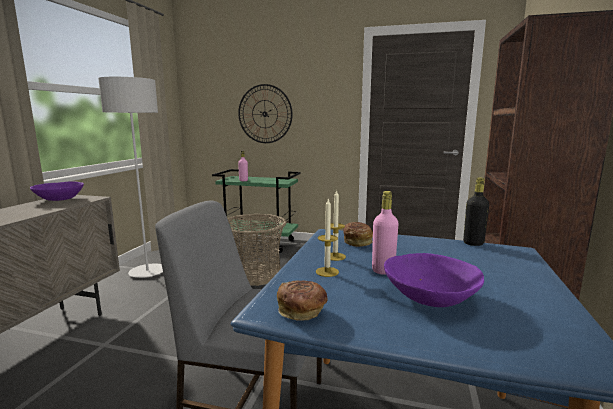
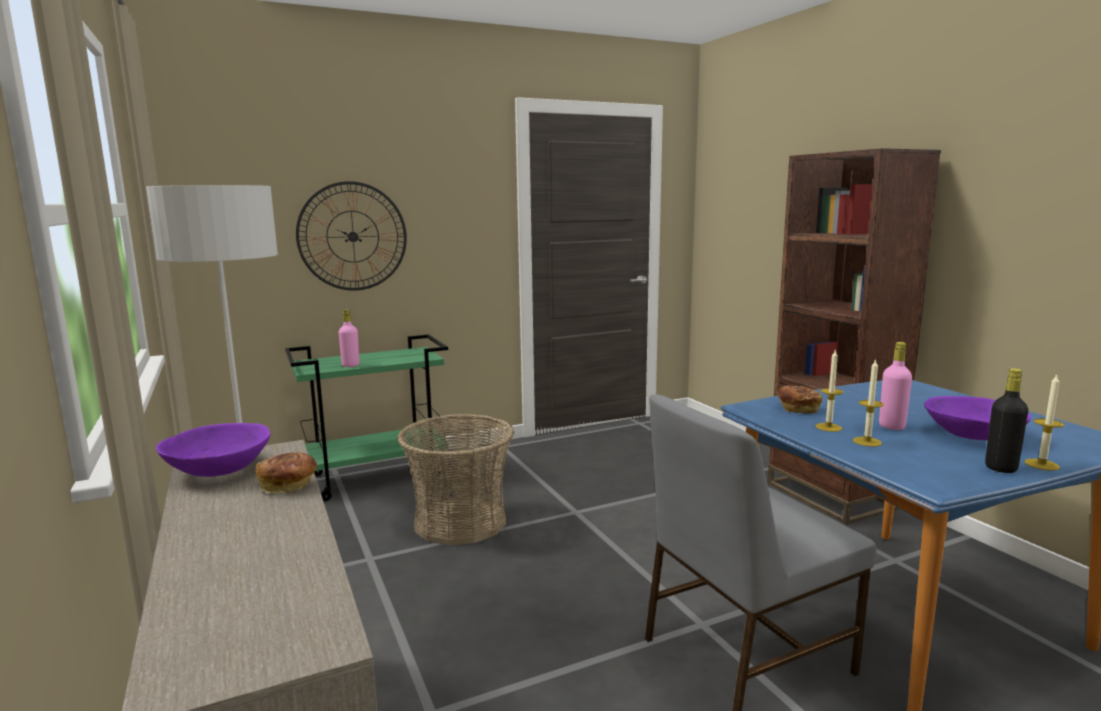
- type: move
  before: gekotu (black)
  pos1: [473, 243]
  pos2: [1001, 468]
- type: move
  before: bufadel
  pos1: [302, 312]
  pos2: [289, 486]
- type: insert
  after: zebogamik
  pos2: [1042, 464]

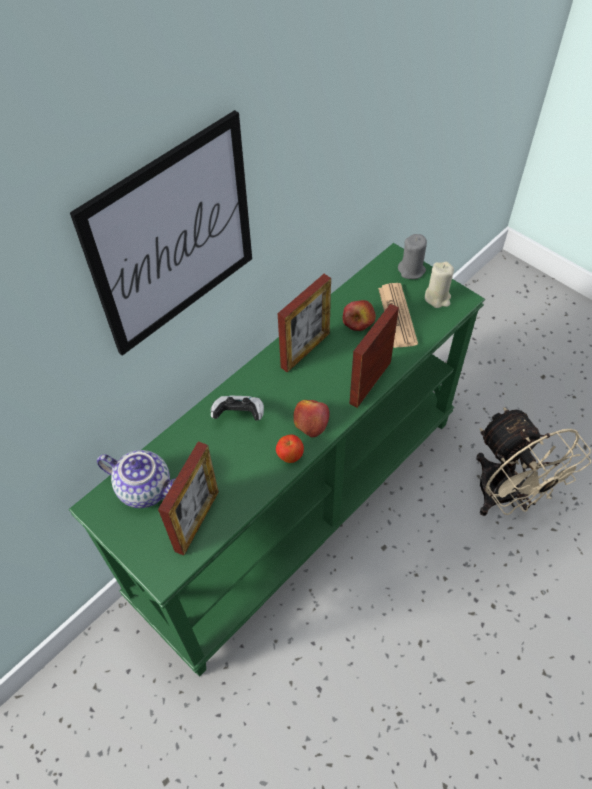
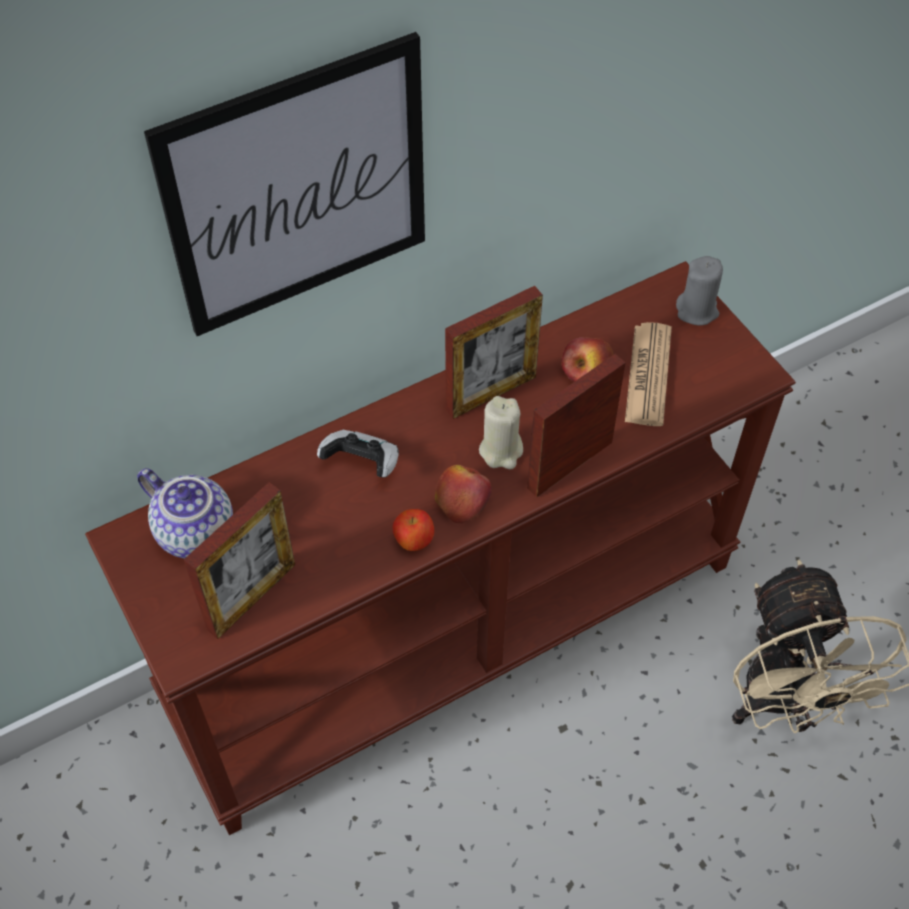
- type: recolor
  before: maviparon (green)
  after: maviparon (brown)
  pos1: [298, 505]
  pos2: [454, 629]
- type: move
  before: zebogamik (beige)
  pos1: [437, 298]
  pos2: [501, 451]

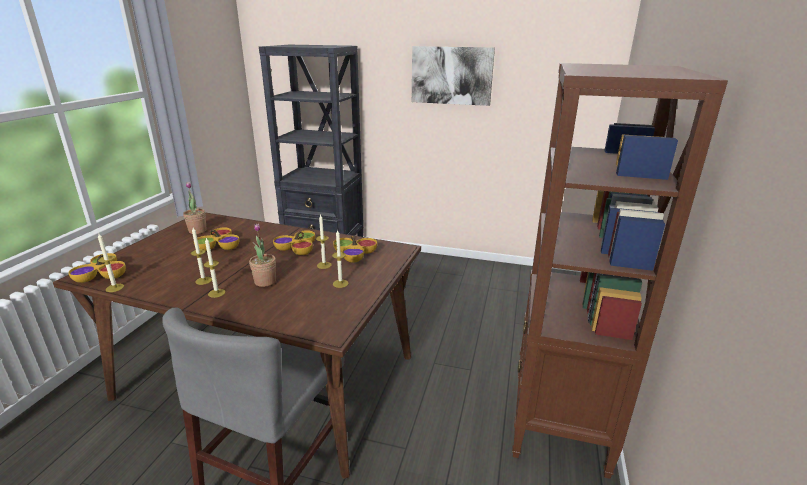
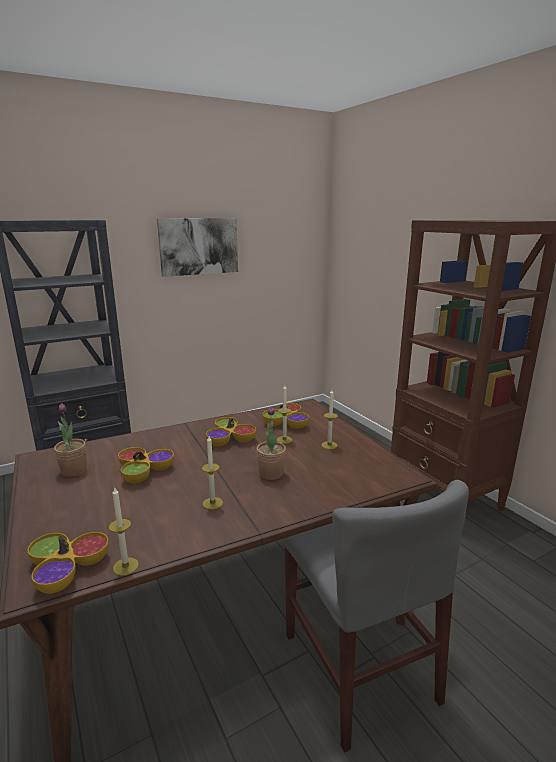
- type: delete
  before: zebogamik
  pos1: [216, 293]

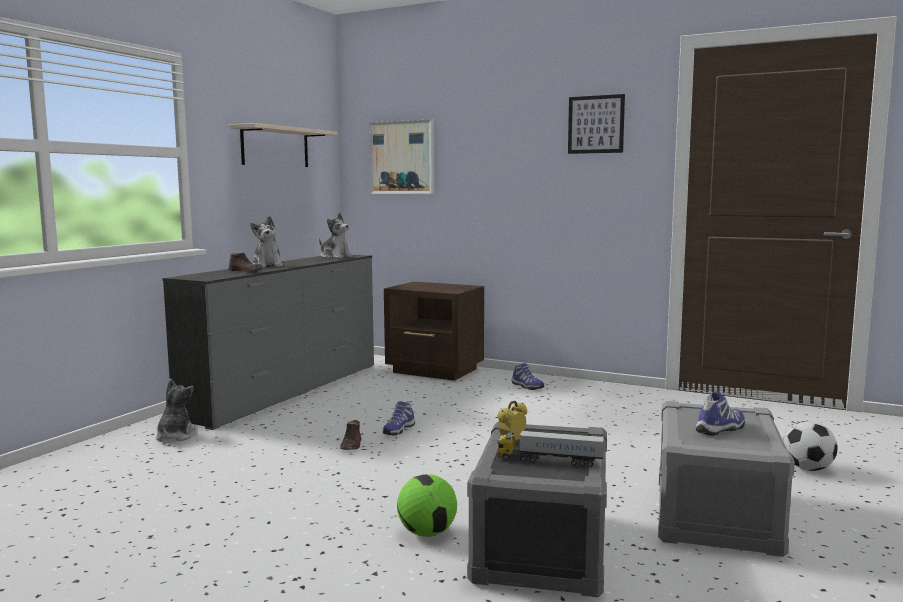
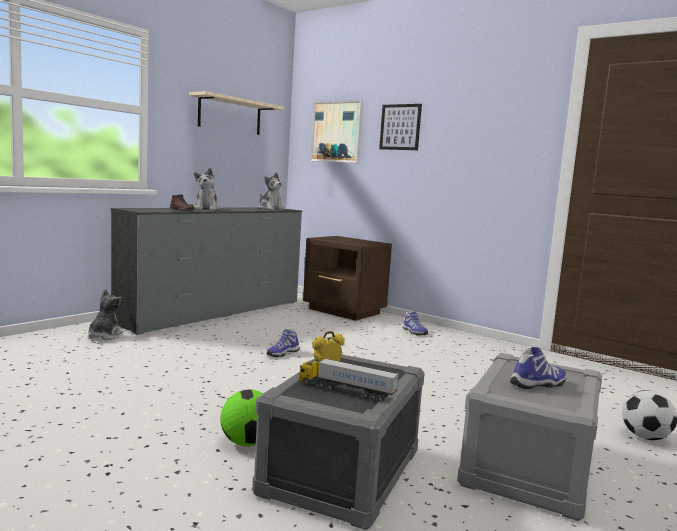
- type: move
  before: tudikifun
  pos1: [596, 124]
  pos2: [400, 127]
- type: delete
  before: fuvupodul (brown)
  pos1: [351, 445]

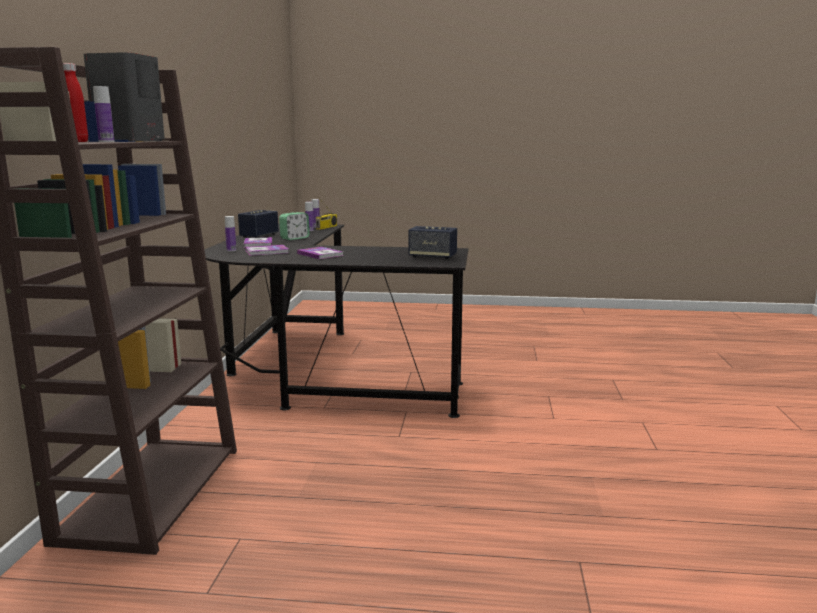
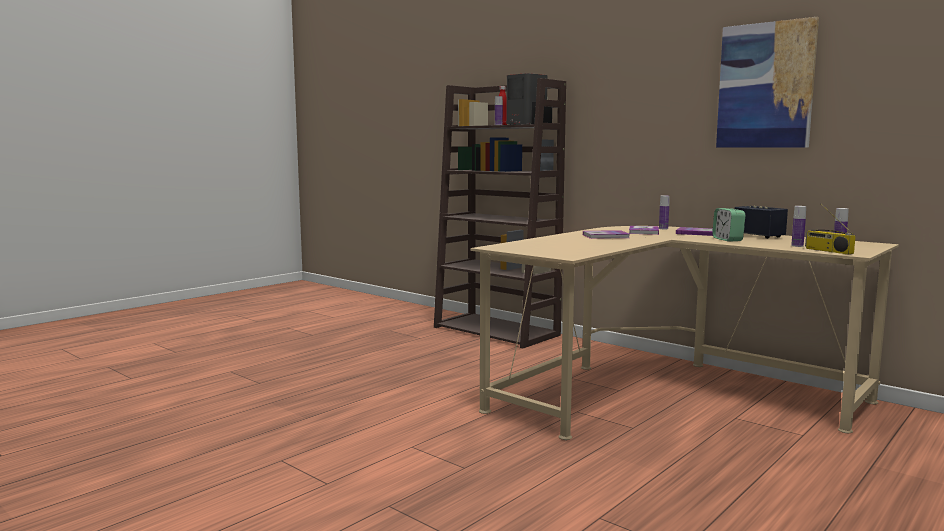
- type: recolor
  before: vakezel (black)
  after: vakezel (beige)
  pos1: [319, 374]
  pos2: [665, 391]
- type: delete
  before: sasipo
  pos1: [432, 257]
- type: insert
  after: tudikifun
  pos2: [765, 85]

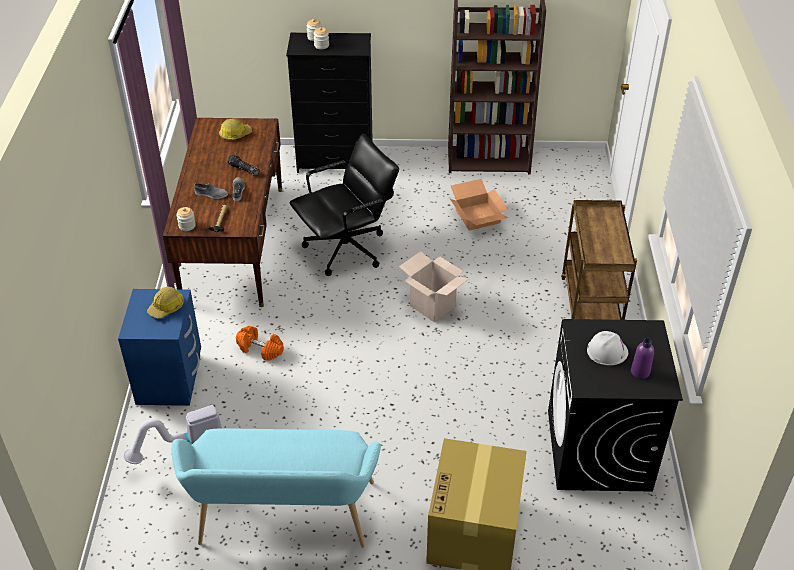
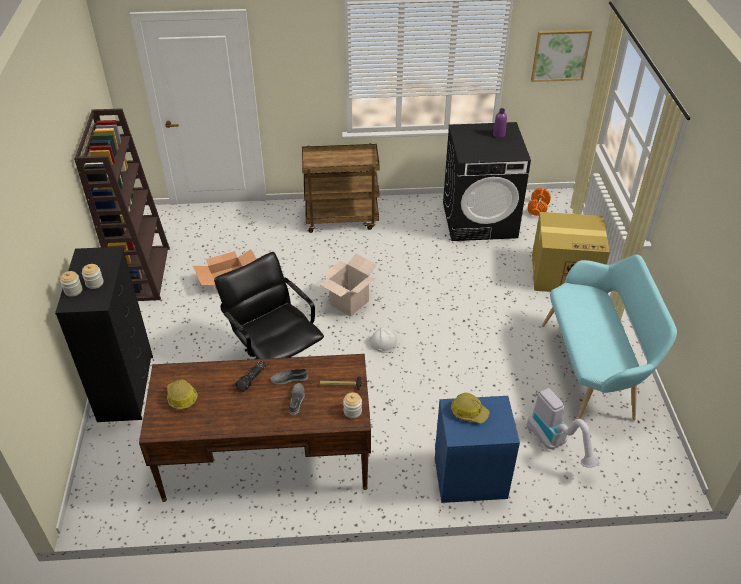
- type: move
  before: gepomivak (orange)
  pos1: [260, 349]
  pos2: [538, 208]
- type: move
  before: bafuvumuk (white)
  pos1: [607, 351]
  pos2: [383, 342]
- type: insert
  after: tudikifun
  pos2: [560, 55]

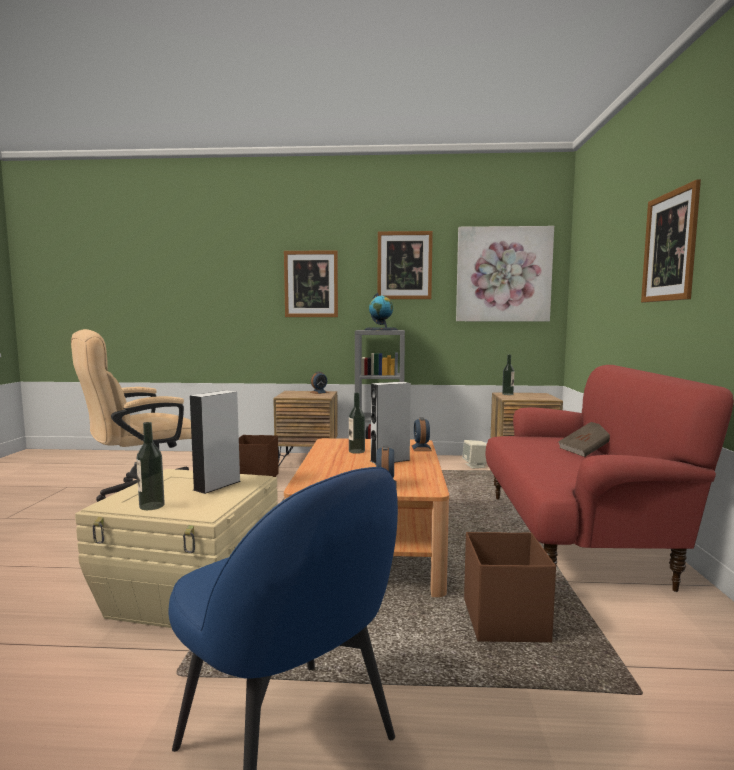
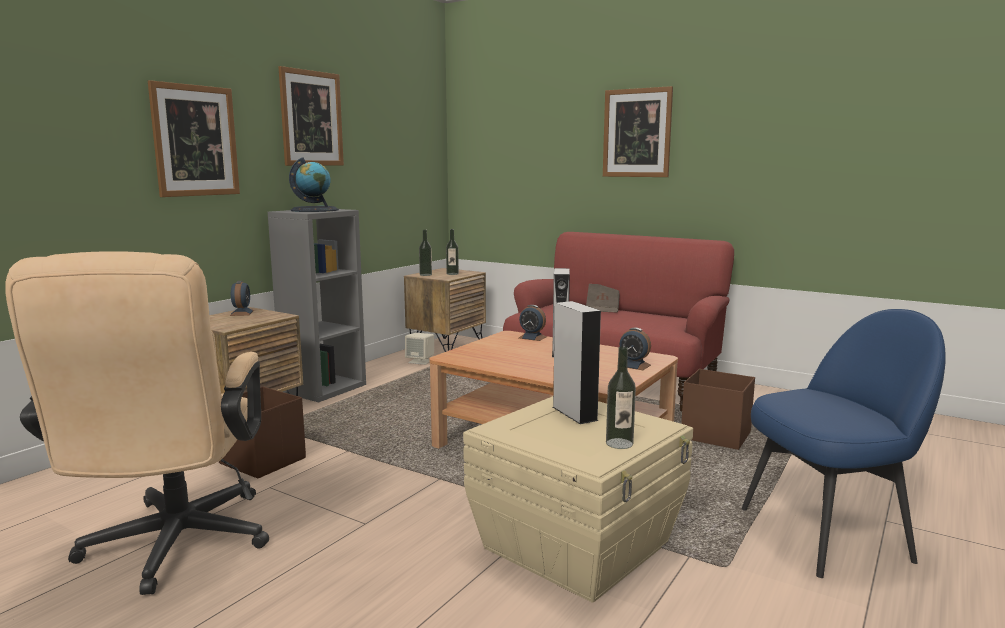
- type: delete
  before: tudikifun
  pos1: [503, 274]
- type: move
  before: gekotu
  pos1: [356, 451]
  pos2: [452, 274]

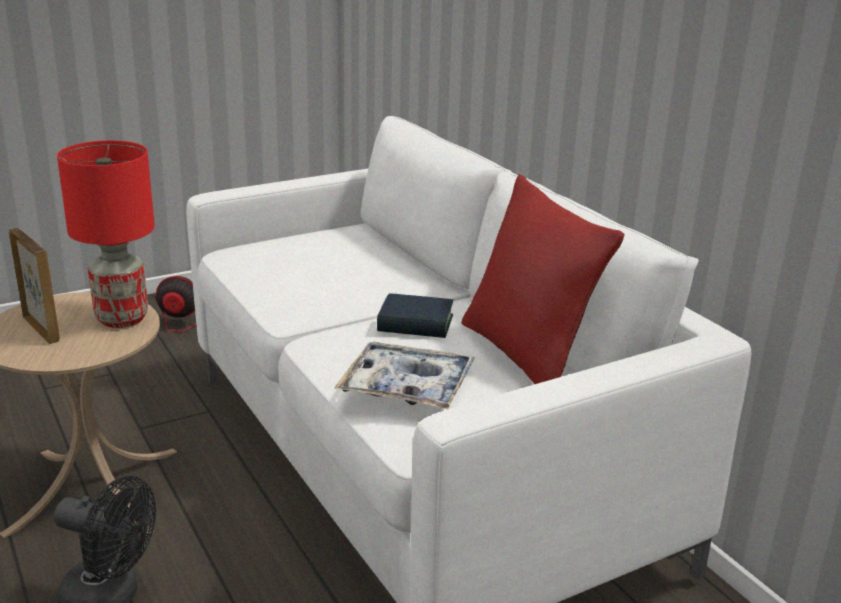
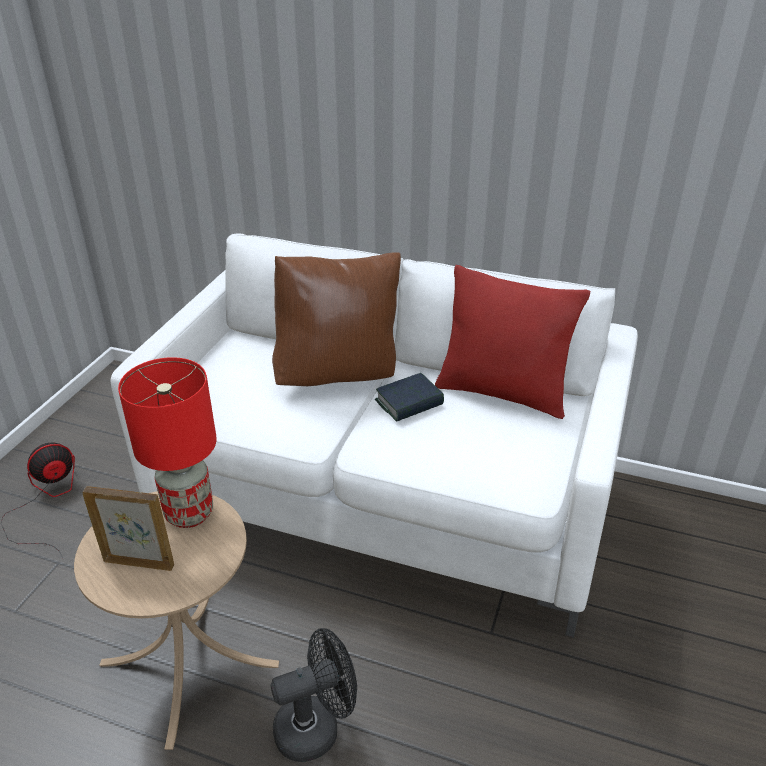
- type: delete
  before: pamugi
  pos1: [407, 387]
- type: insert
  after: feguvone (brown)
  pos2: [339, 374]

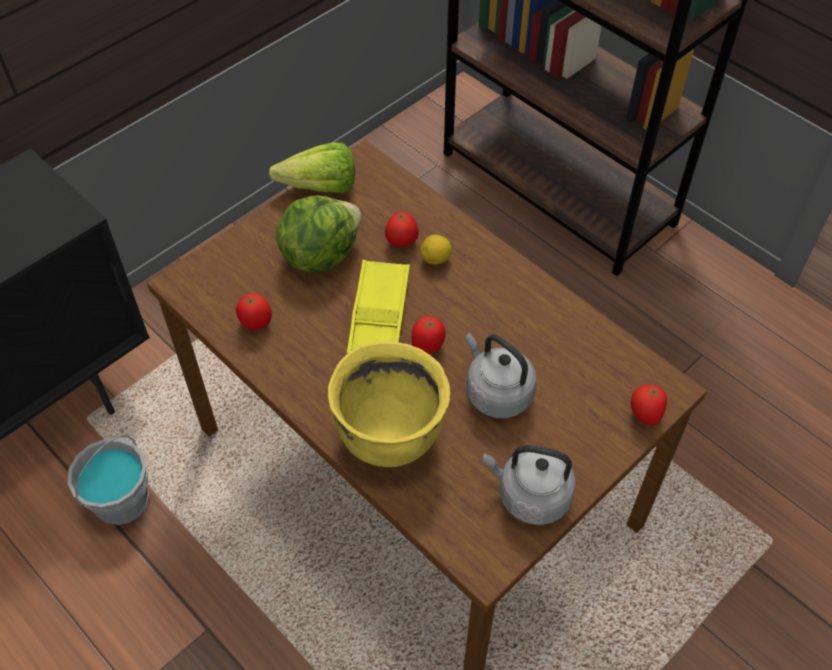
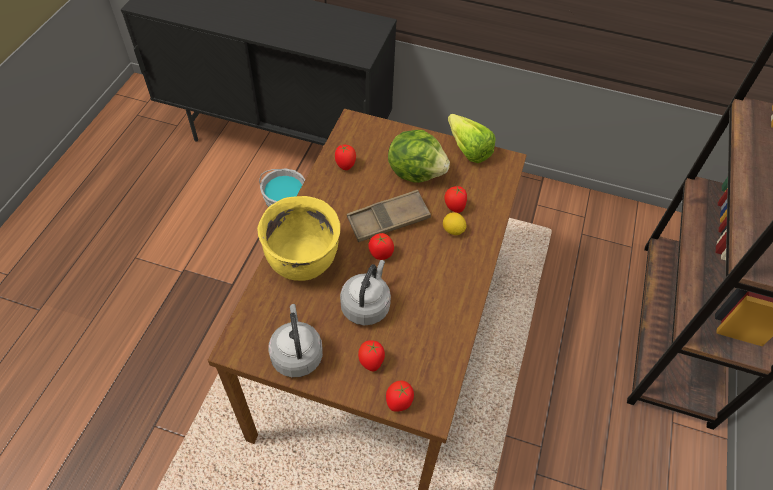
- type: recolor
  before: pamugi (yellow)
  after: pamugi (brown)
  pos1: [379, 316]
  pos2: [388, 220]
- type: insert
  after: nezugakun
  pos2: [371, 362]

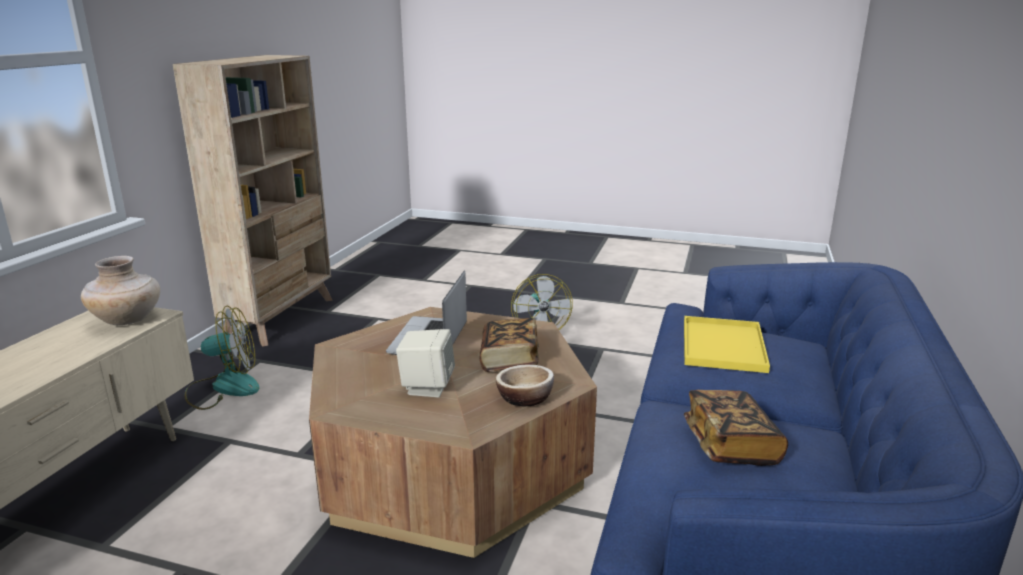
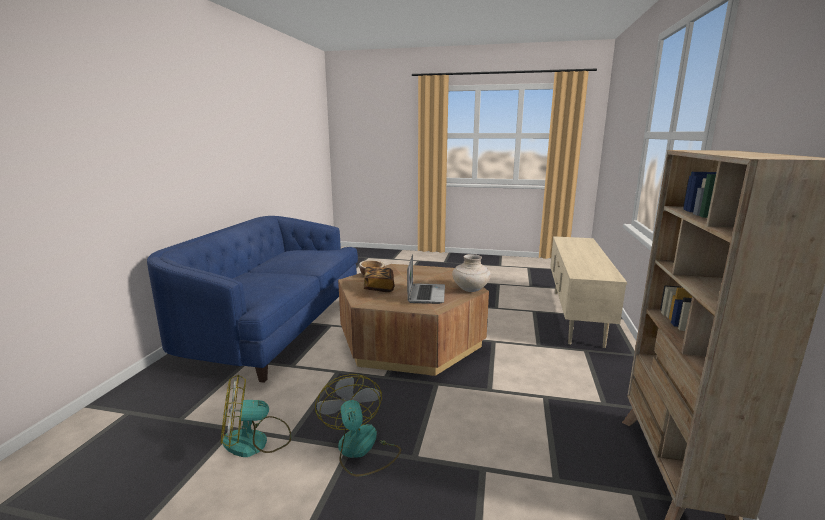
- type: move
  before: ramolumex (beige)
  pos1: [127, 320]
  pos2: [470, 289]
- type: move
  before: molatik
  pos1: [224, 387]
  pos2: [256, 441]
- type: delete
  before: pamugi (yellow)
  pos1: [721, 344]
- type: delete
  before: sasipo (beige)
  pos1: [427, 387]
- type: delete
  before: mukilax
  pos1: [730, 445]

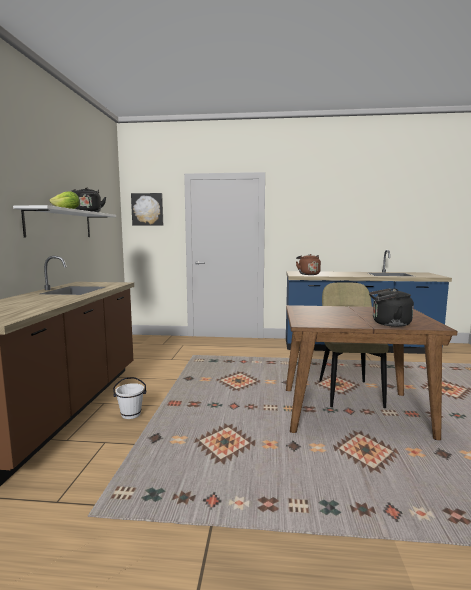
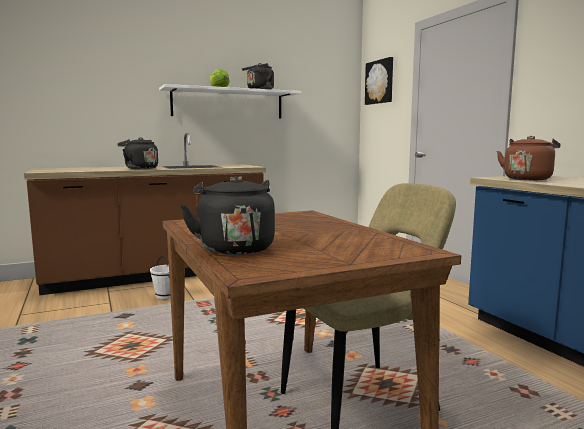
- type: insert
  after: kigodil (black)
  pos2: [139, 168]

